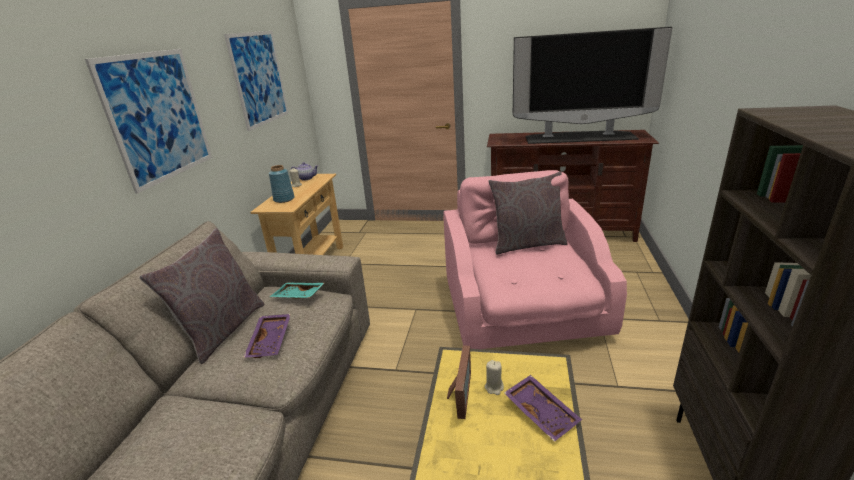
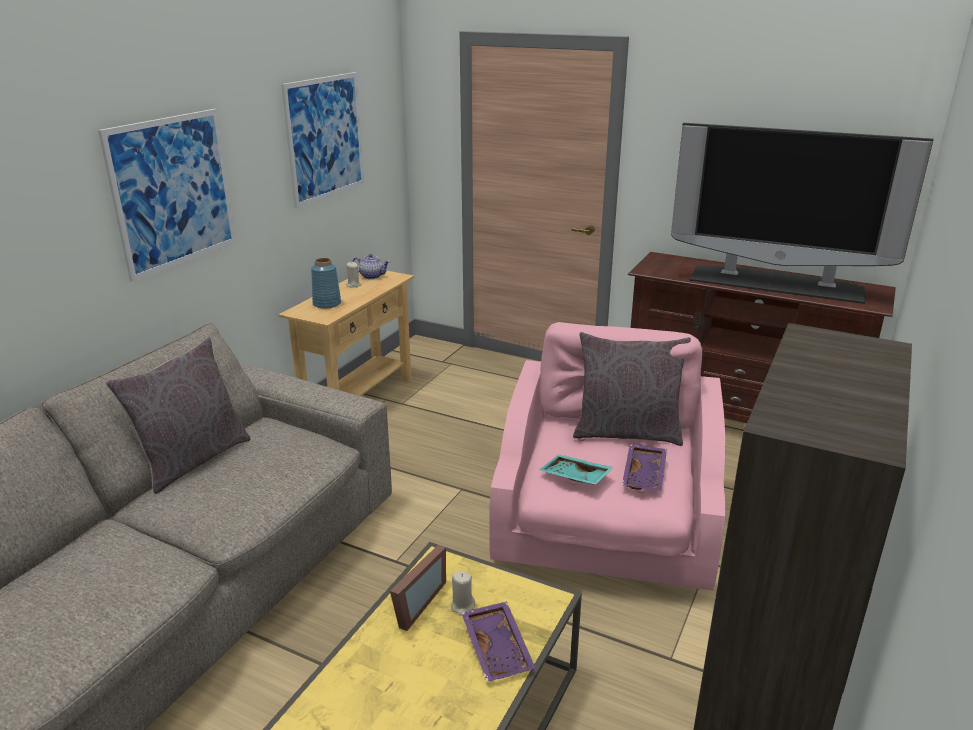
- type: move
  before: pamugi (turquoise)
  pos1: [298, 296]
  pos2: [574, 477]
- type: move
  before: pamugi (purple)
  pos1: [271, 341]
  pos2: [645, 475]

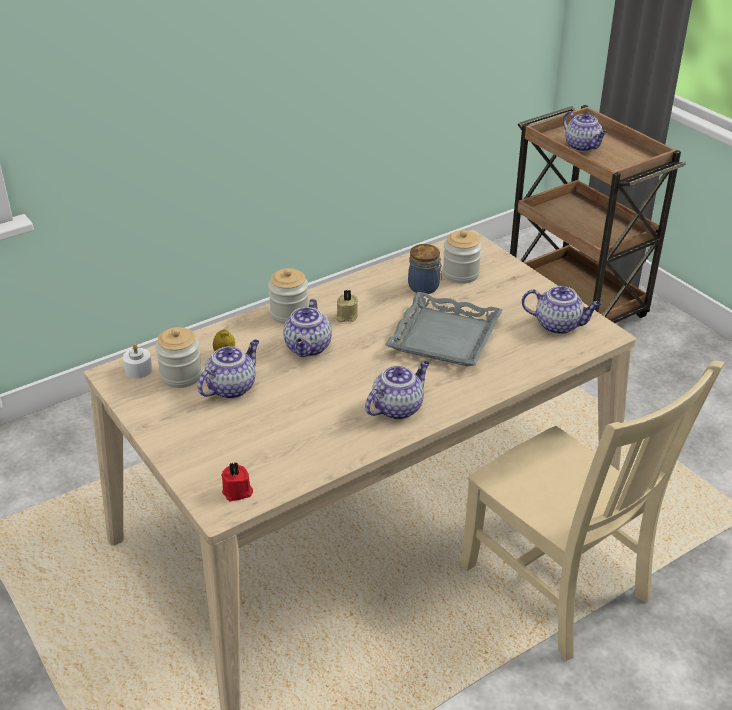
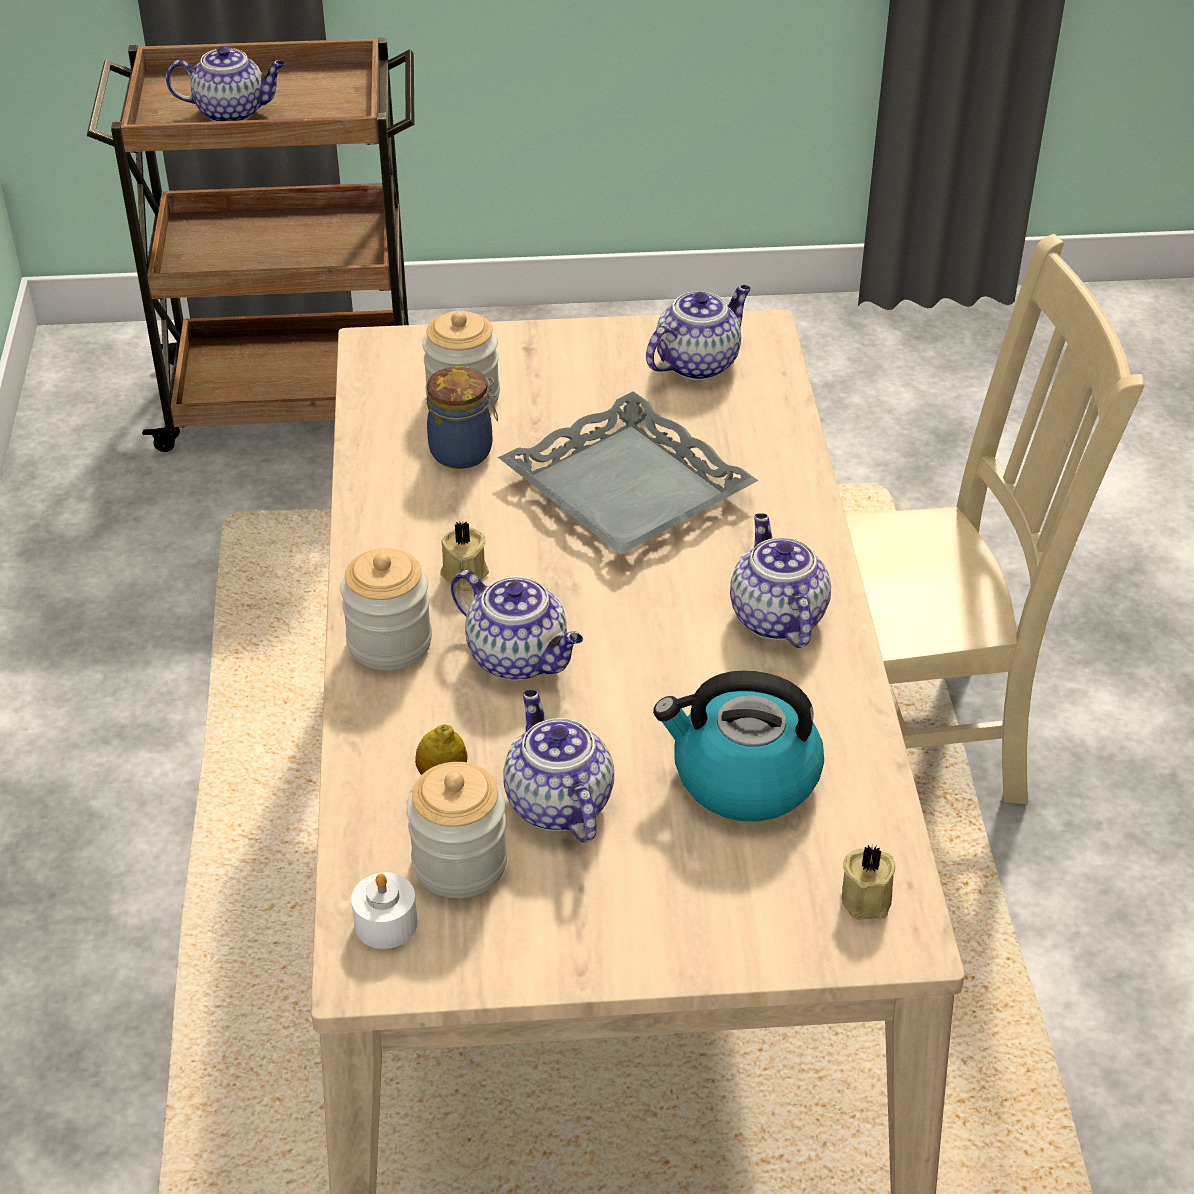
- type: recolor
  before: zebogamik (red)
  after: zebogamik (beige)
  pos1: [238, 492]
  pos2: [868, 898]
- type: insert
  after: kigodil
  pos2: [743, 778]

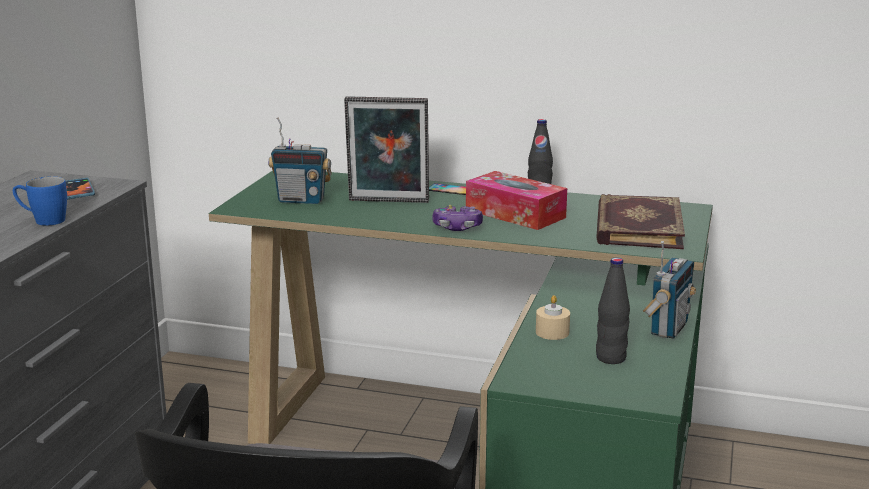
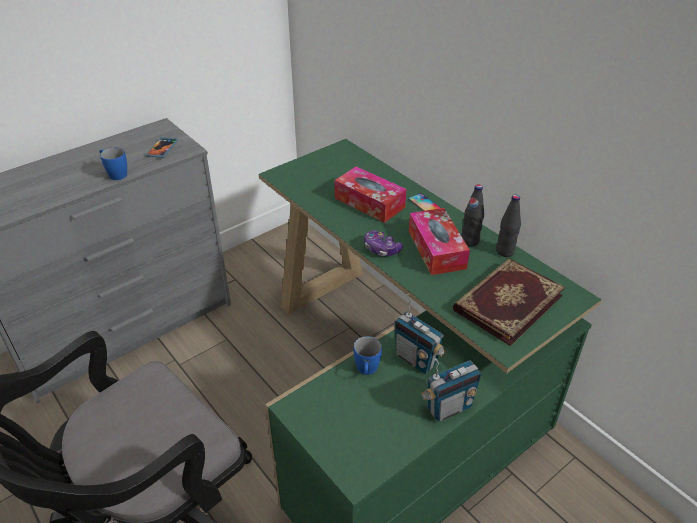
- type: replace
  before: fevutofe
  after: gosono
  pos1: [388, 202]
  pos2: [369, 202]
- type: move
  before: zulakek
  pos1: [301, 200]
  pos2: [416, 359]
- type: move
  before: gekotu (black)
  pos1: [610, 358]
  pos2: [505, 251]
- type: replace
  before: zebogamik (beige)
  after: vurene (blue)
  pos1: [552, 332]
  pos2: [367, 371]

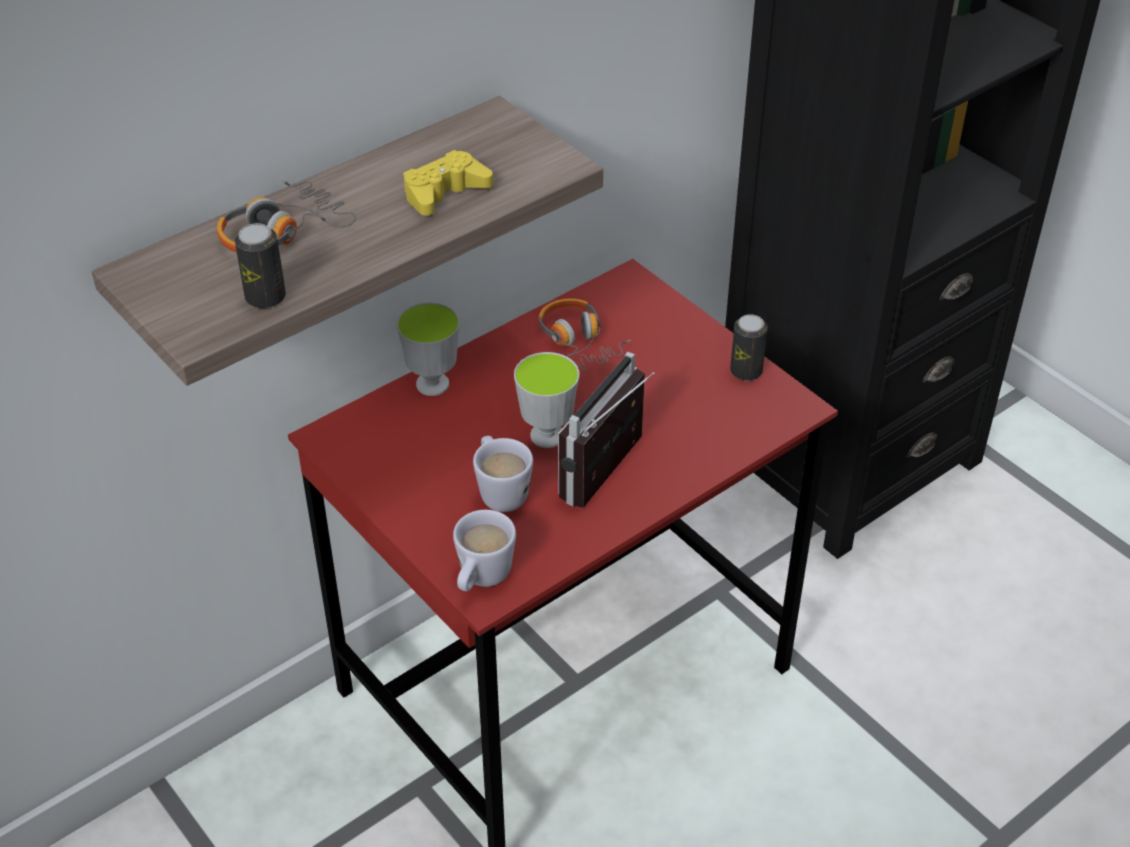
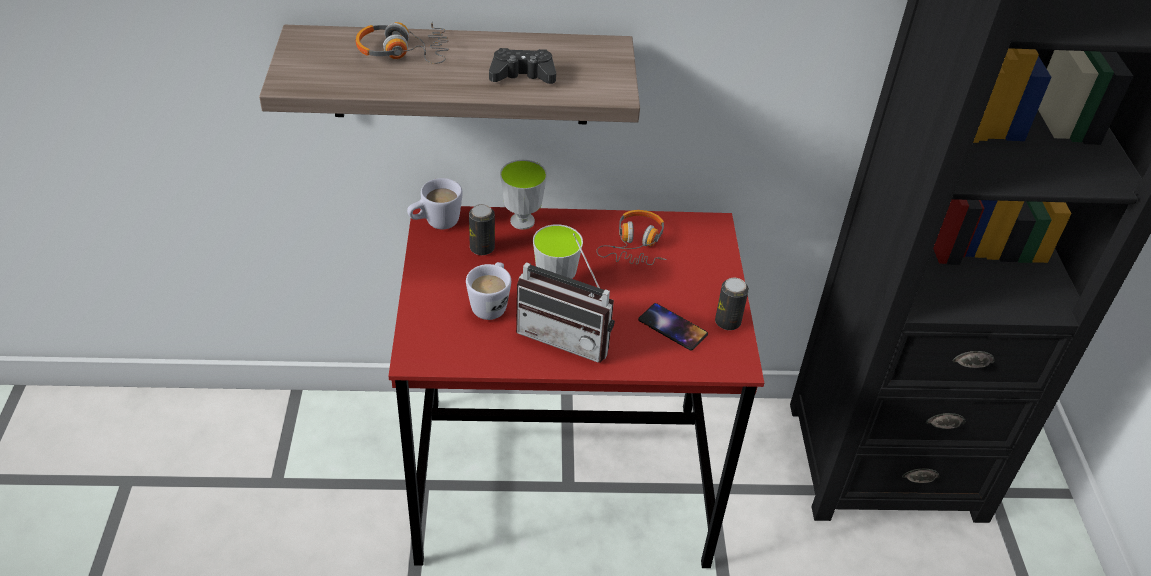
- type: recolor
  before: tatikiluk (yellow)
  after: tatikiluk (black)
  pos1: [444, 192]
  pos2: [522, 75]
- type: move
  before: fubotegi
  pos1: [265, 297]
  pos2: [482, 248]
- type: rotate
  before: zulakek
  pos1: [613, 475]
  pos2: [568, 335]
  turn: -135
- type: move
  before: vurene (white)
  pos1: [481, 580]
  pos2: [435, 223]
- type: insert
  after: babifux
  pos2: [672, 327]

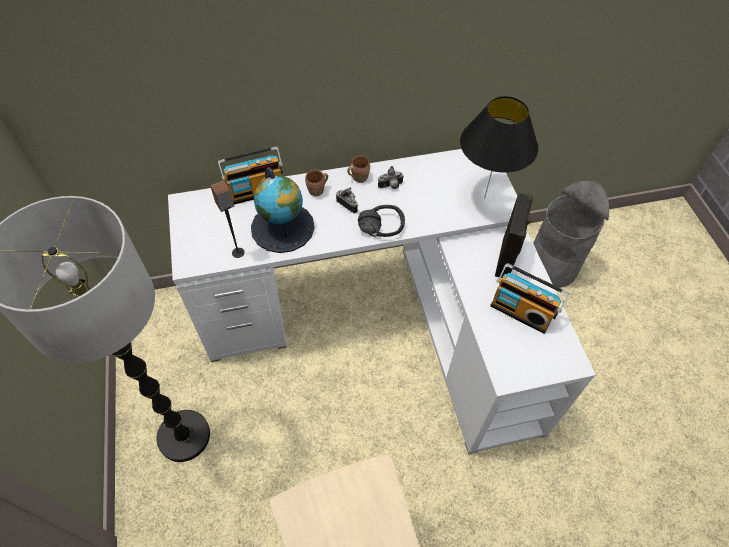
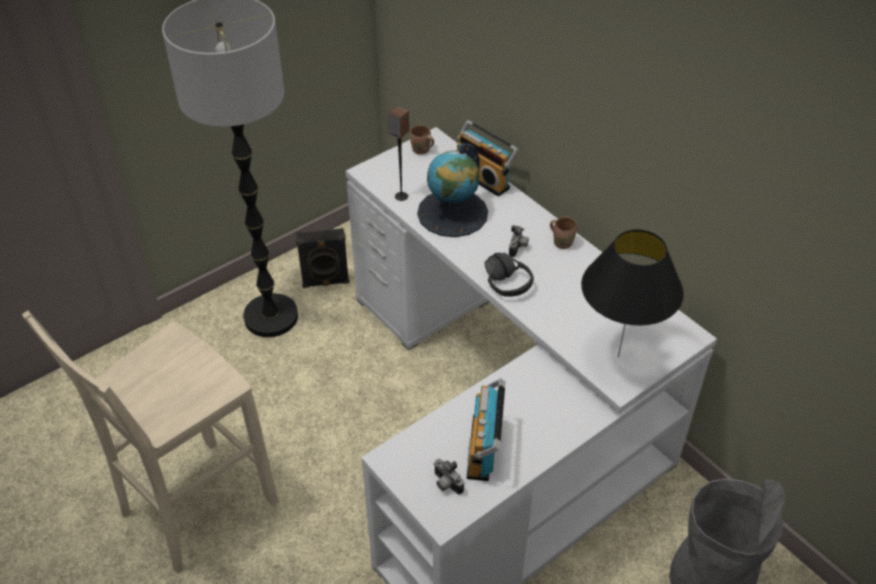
- type: move
  before: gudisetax
  pos1: [391, 186]
  pos2: [445, 484]
- type: move
  before: vurene (brown)
  pos1: [317, 191]
  pos2: [421, 151]
- type: move
  before: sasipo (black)
  pos1: [507, 259]
  pos2: [325, 283]

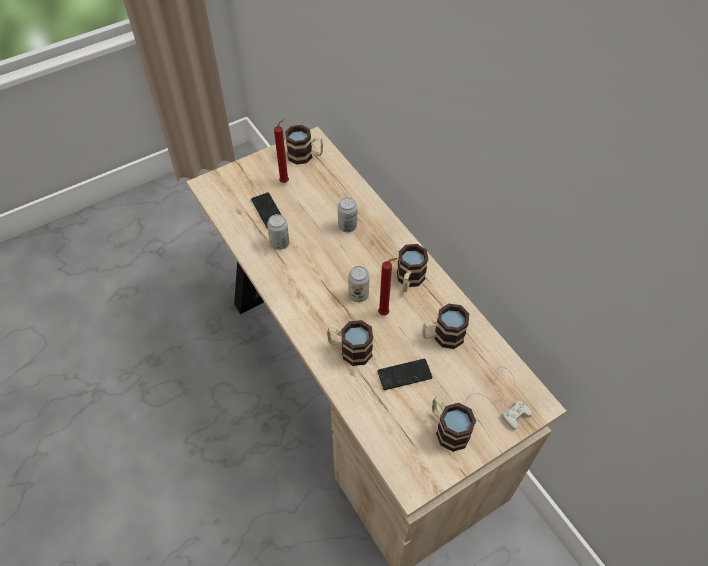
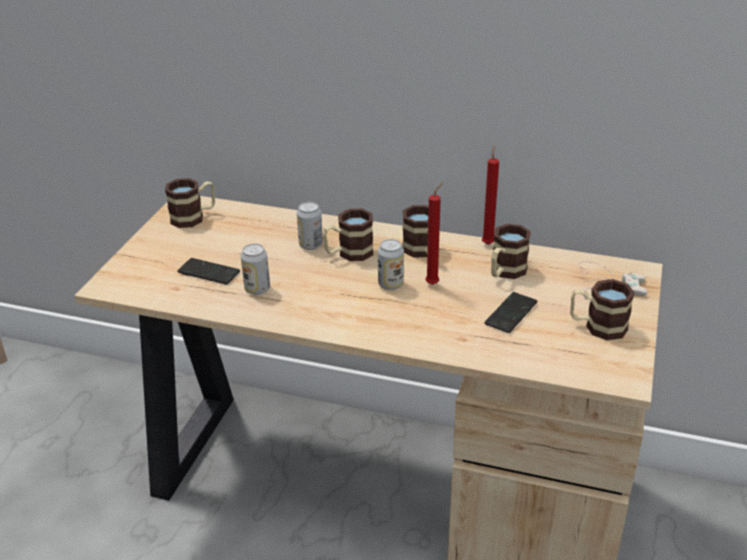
- type: move
  before: zebogamik (red)
  pos1: [285, 181]
  pos2: [488, 243]
- type: move
  before: vurene
  pos1: [350, 350]
  pos2: [349, 253]

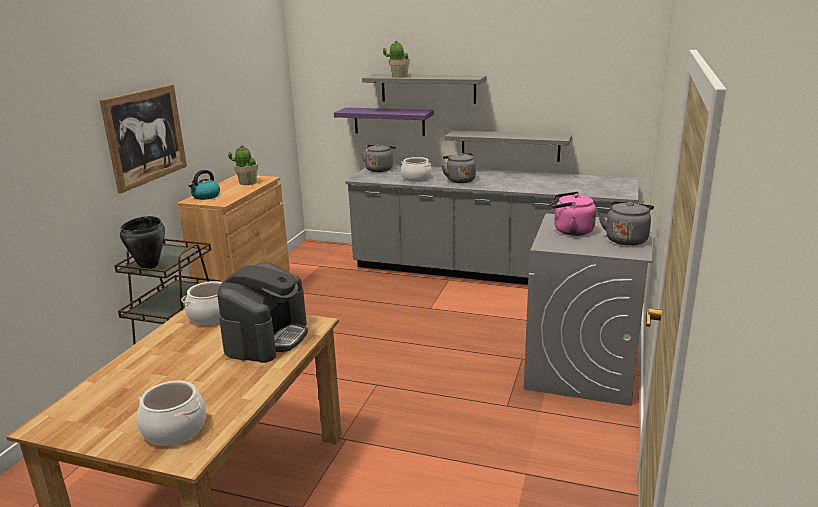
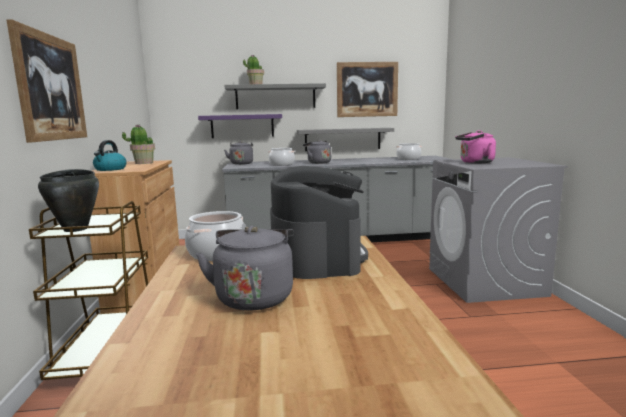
- type: move
  before: kigodil (grey)
  pos1: [626, 239]
  pos2: [254, 296]
- type: move
  before: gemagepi
  pos1: [174, 429]
  pos2: [408, 158]
- type: insert
  after: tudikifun
  pos2: [367, 89]

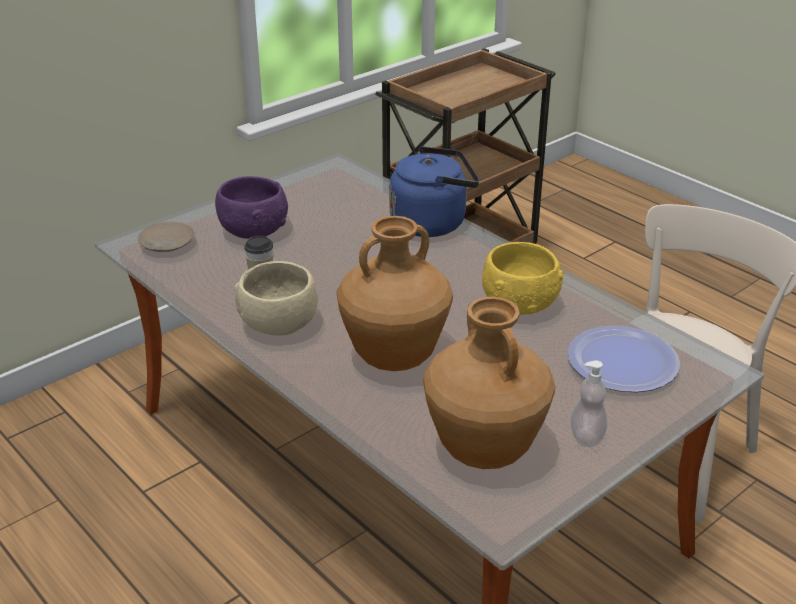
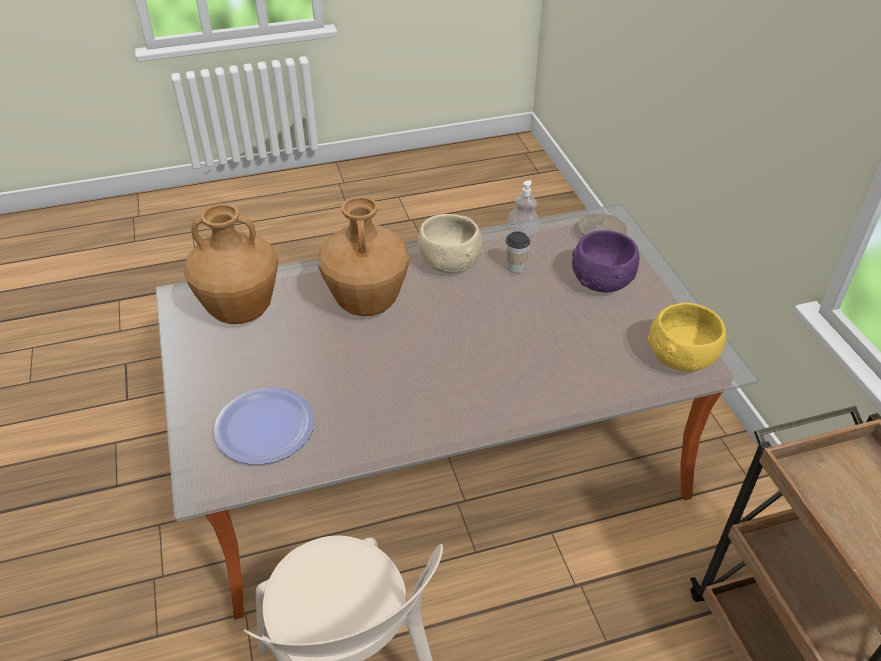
- type: delete
  before: kigodil (blue)
  pos1: [432, 223]
- type: move
  before: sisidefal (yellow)
  pos1: [520, 303]
  pos2: [682, 358]
- type: move
  before: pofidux
  pos1: [587, 436]
  pos2: [523, 232]

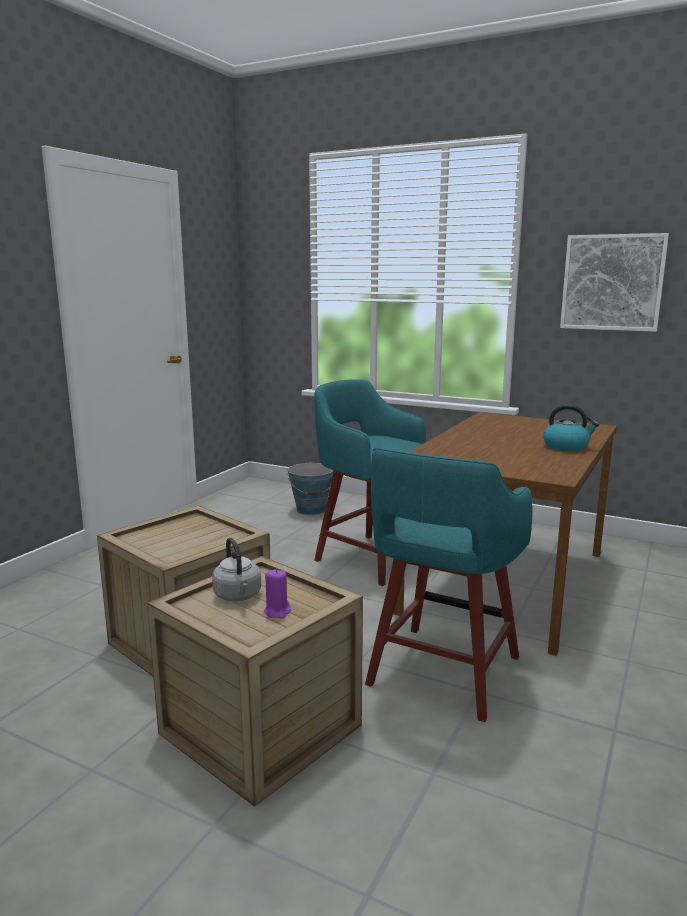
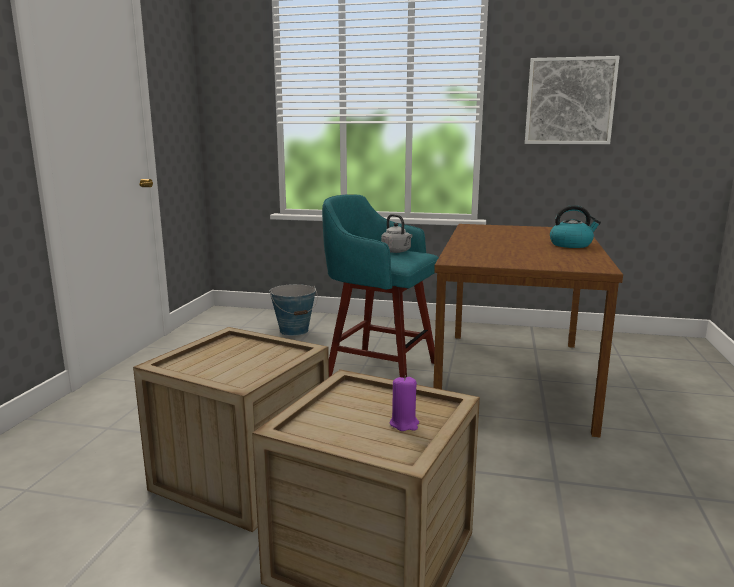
- type: delete
  before: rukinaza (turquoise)
  pos1: [442, 673]
- type: move
  before: kigodil (grey)
  pos1: [238, 596]
  pos2: [397, 251]

